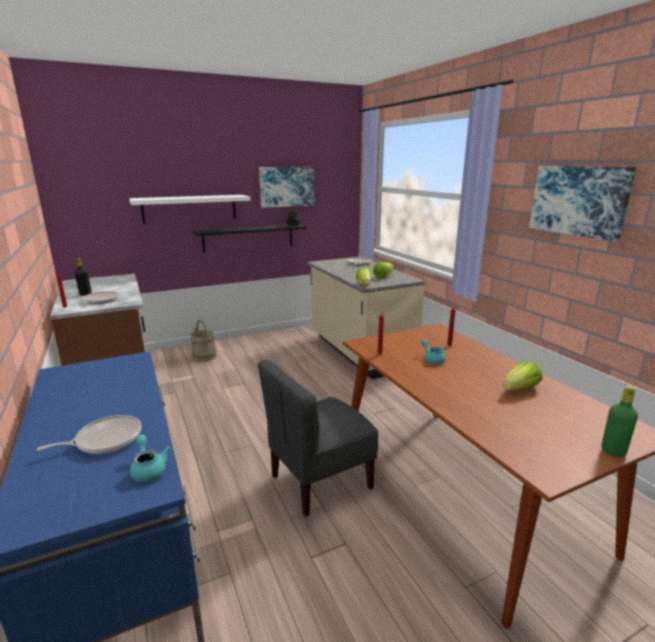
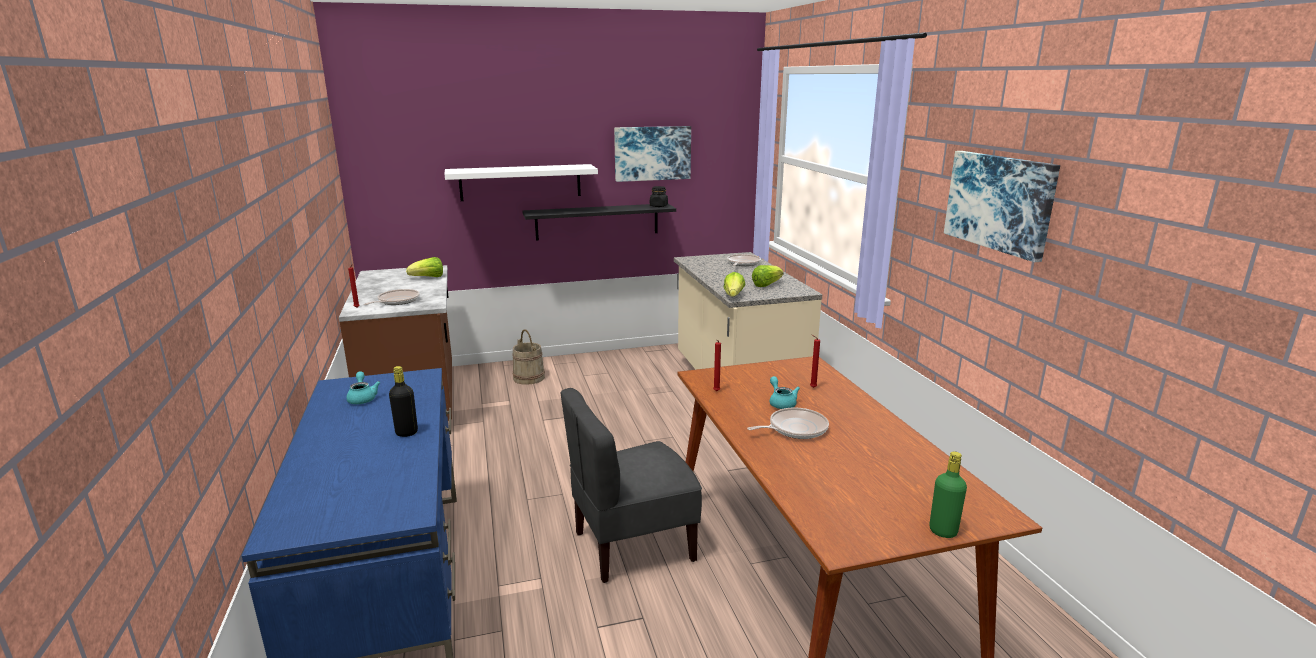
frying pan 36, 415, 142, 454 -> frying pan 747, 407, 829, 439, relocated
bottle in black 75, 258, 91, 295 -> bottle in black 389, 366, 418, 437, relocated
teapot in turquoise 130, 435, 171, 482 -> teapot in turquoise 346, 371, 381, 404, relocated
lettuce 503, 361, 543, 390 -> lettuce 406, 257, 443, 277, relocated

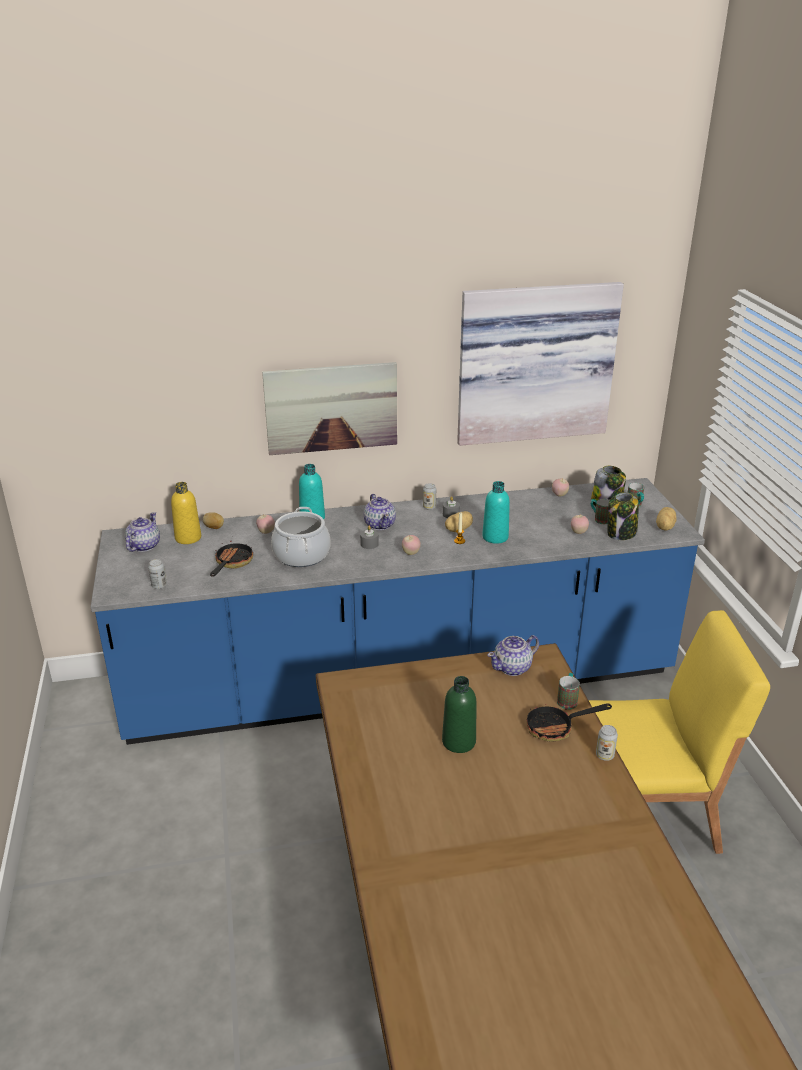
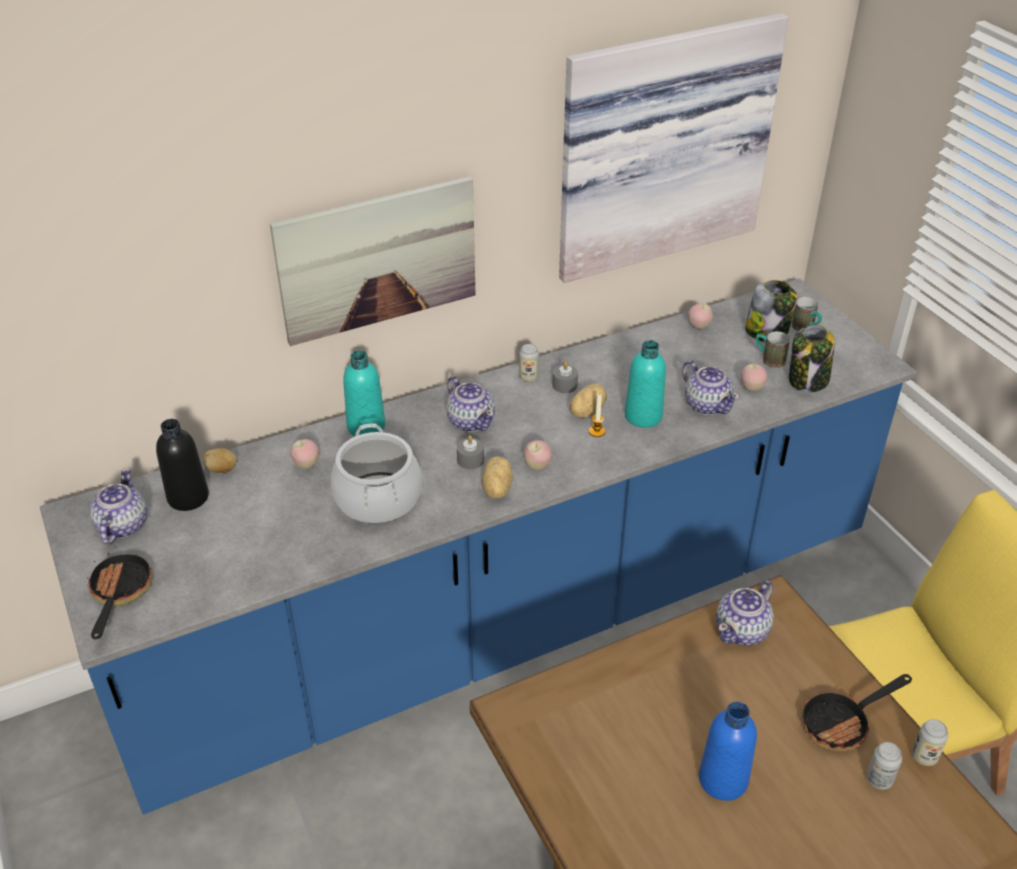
mug 557, 673, 580, 710 -> none
none -> teapot 682, 361, 740, 415
can 148, 559, 167, 589 -> can 866, 742, 902, 790, relocated
frying pan 210, 541, 253, 576 -> frying pan 87, 553, 152, 639, relocated
potato 656, 507, 676, 531 -> potato 482, 456, 513, 498, relocated
bottle in yellow 171, 482, 201, 544 -> bottle in black 156, 419, 209, 511
bottle in green 442, 676, 476, 753 -> bottle in blue 699, 701, 757, 801

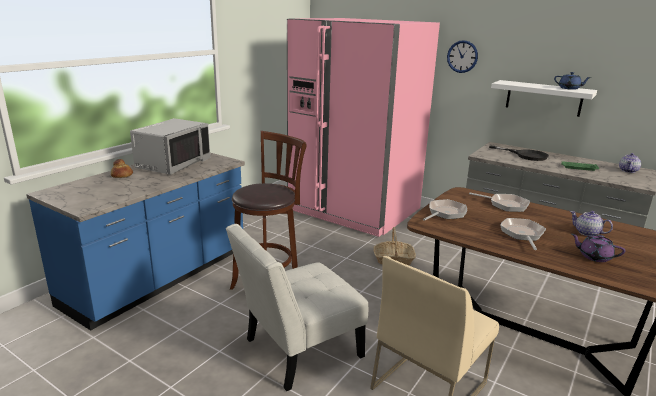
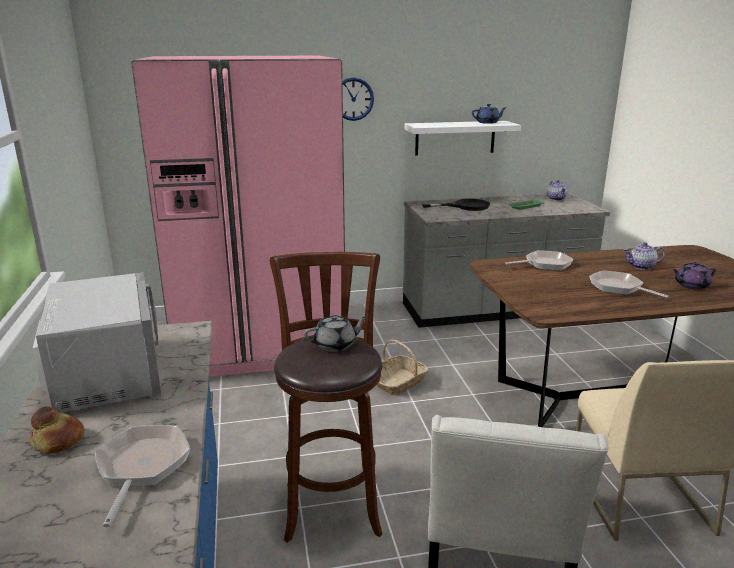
none -> teapot in grey 304, 315, 367, 352
frying pan 423, 199, 467, 221 -> frying pan 95, 425, 190, 527, relocated

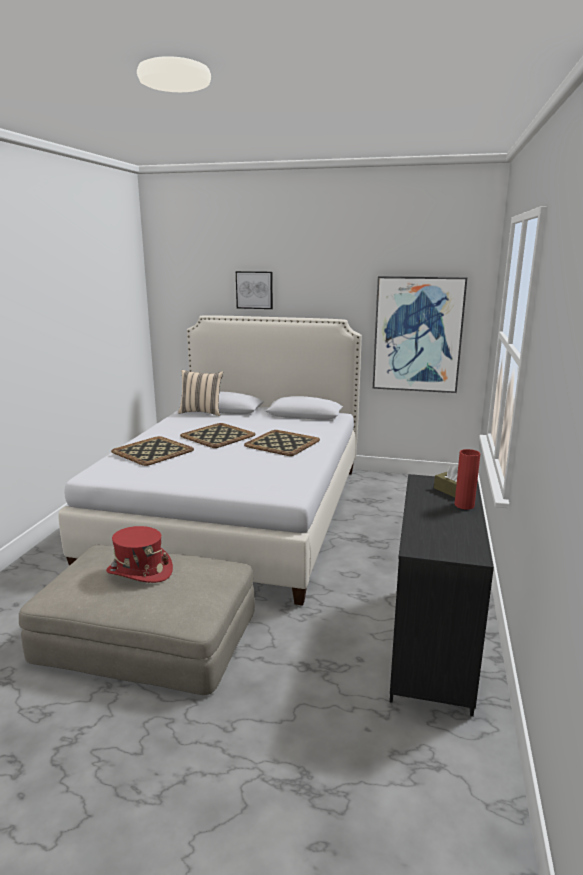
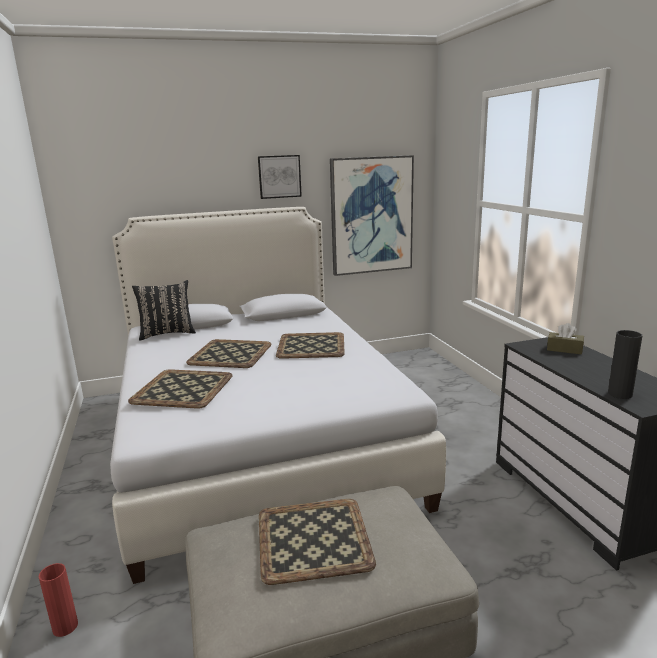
none -> vase in black 608, 330, 642, 399
picture 236, 271, 273, 309 -> picture 258, 155, 302, 199, relocated
vase in red 455, 449, 480, 509 -> vase in red 38, 563, 78, 637, relocated
hat in red 106, 526, 173, 583 -> tray 259, 499, 376, 585
pillow in beige 178, 370, 223, 416 -> pillow in black 132, 280, 196, 341

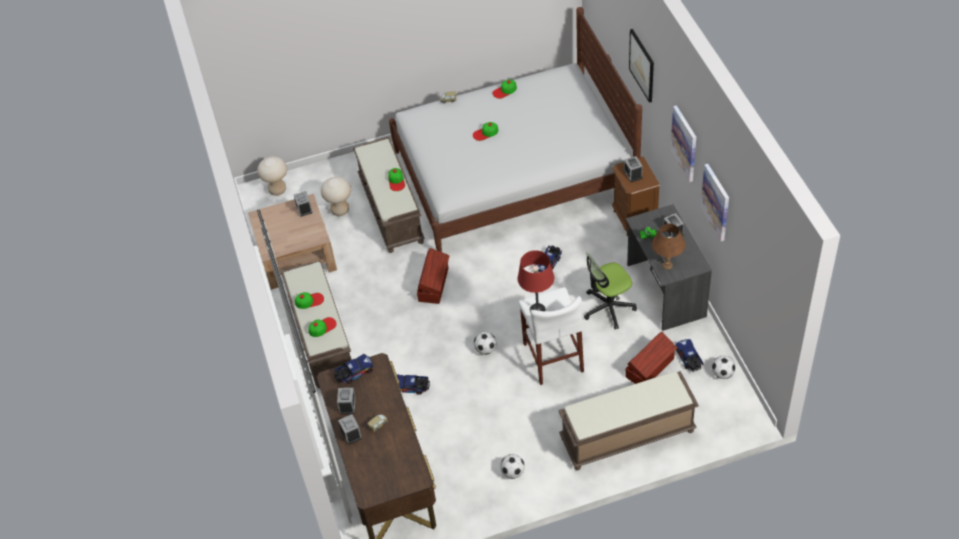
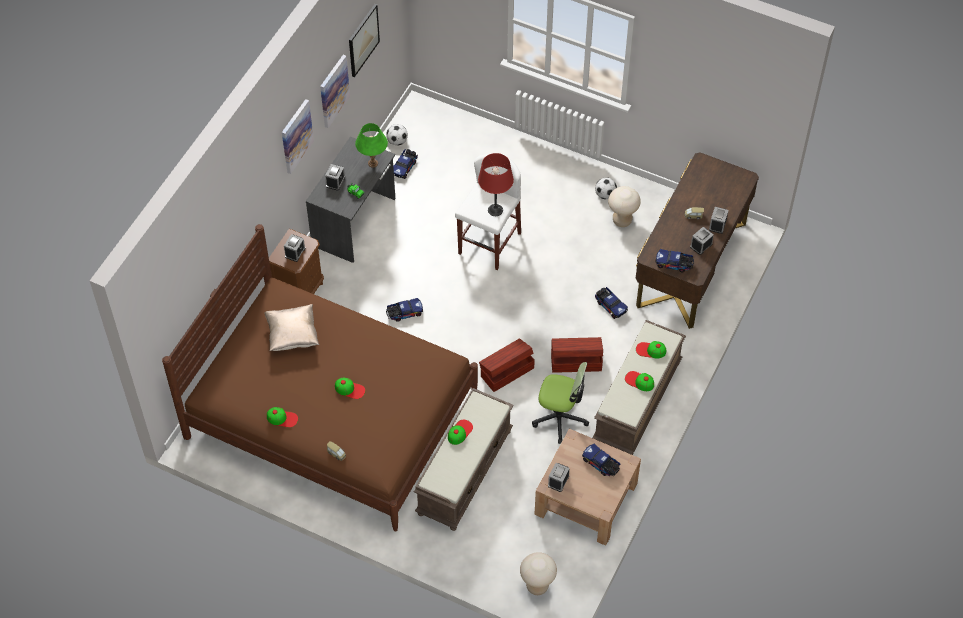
football 474, 332, 496, 355 -> none
bench in brown 558, 371, 699, 470 -> none
none -> pillow in beige 265, 304, 319, 351
none -> toy truck 582, 444, 620, 476
stool in beige 321, 177, 351, 216 -> stool in beige 608, 186, 641, 227, relocated
office chair 584, 252, 637, 329 -> office chair 532, 362, 589, 444, relocated
storage box in brown 625, 331, 677, 384 -> storage box in brown 551, 337, 603, 373, relocated
picture 629, 29, 654, 103 -> picture 349, 4, 380, 77, relocated
bed in white 389, 7, 642, 252 -> bed in brown 162, 224, 478, 531
table lamp in brown 652, 224, 686, 270 -> table lamp in green 355, 123, 388, 168

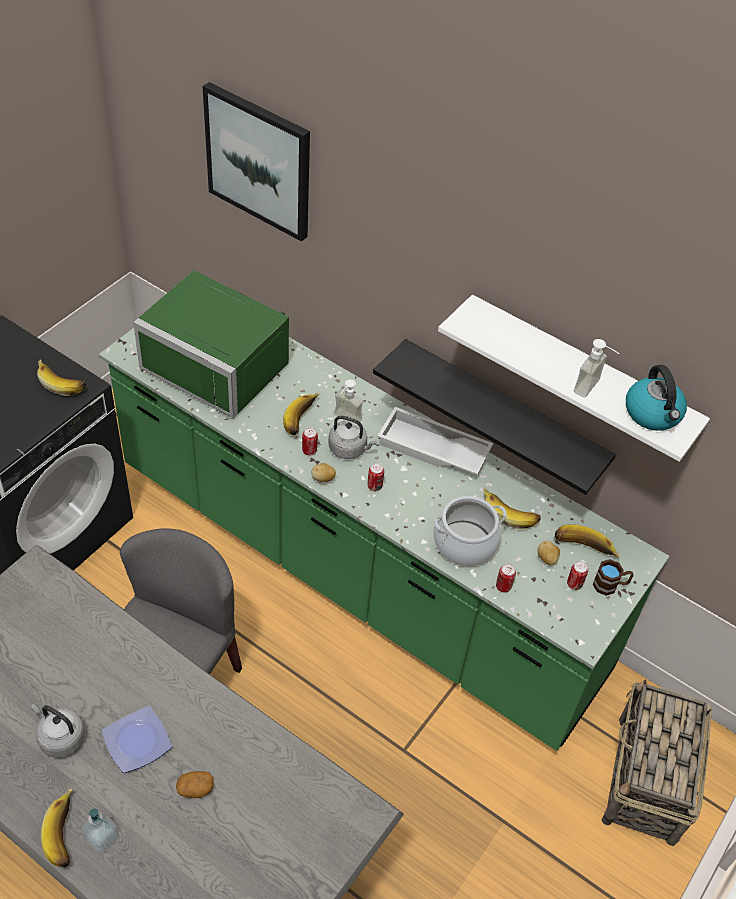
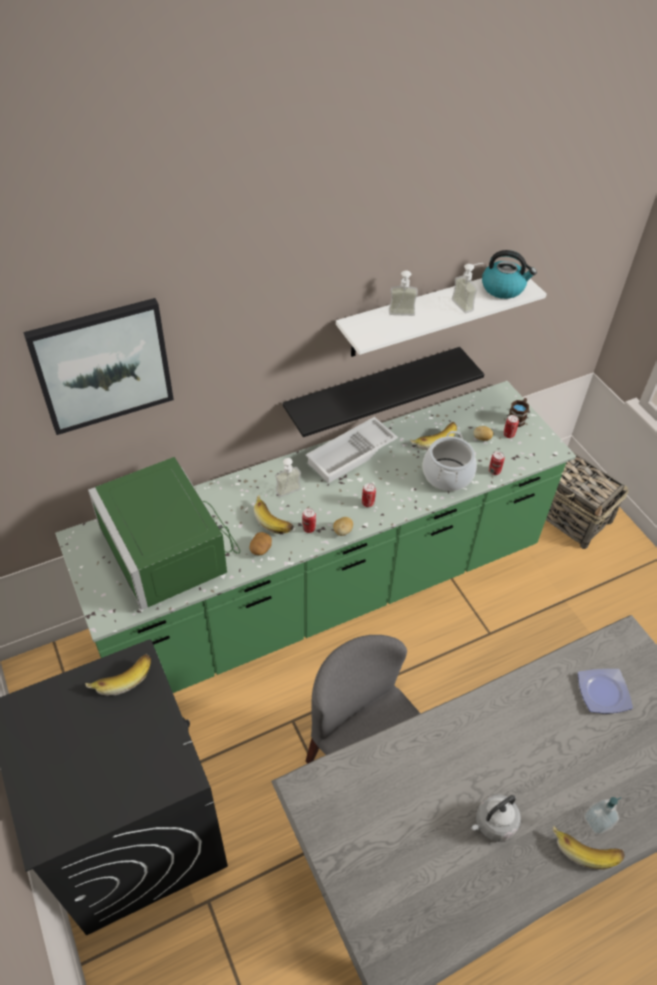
kettle in grey 328, 416, 376, 459 -> none
banana 555, 524, 620, 558 -> none
none -> soap dispenser 389, 270, 418, 316
plate 101, 706, 172, 773 -> plate 578, 669, 633, 714, relocated
potato 176, 771, 214, 798 -> potato 249, 532, 272, 556, relocated
microwave in green 133, 270, 289, 418 -> microwave in green 88, 457, 240, 610, 90 degrees clockwise

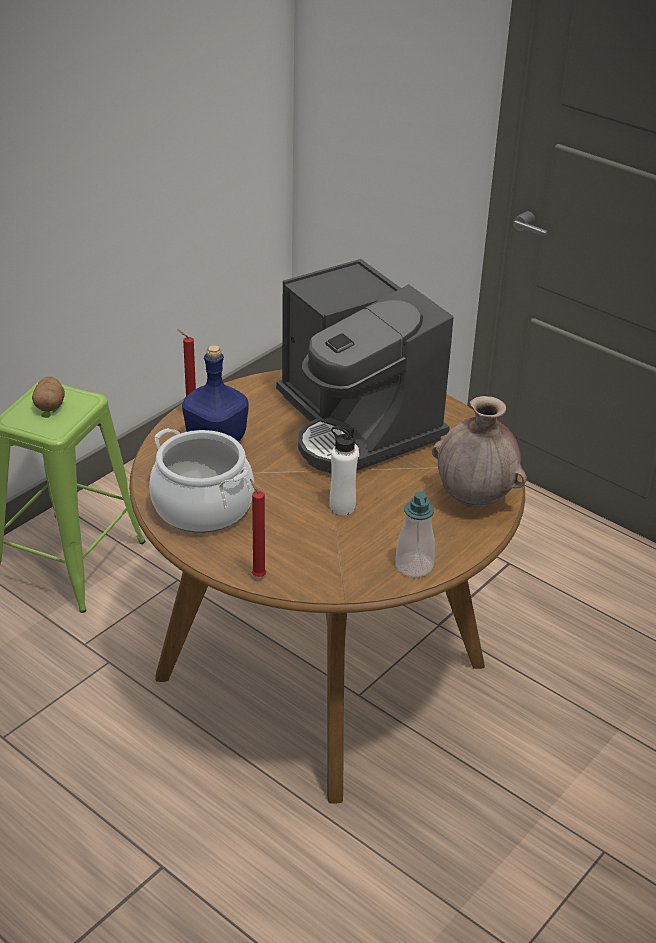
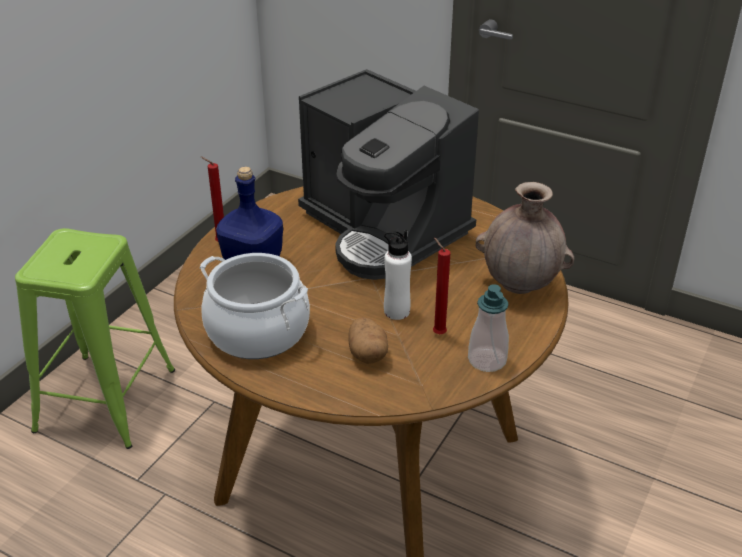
potato 32, 377, 65, 411 -> potato 348, 317, 388, 364, relocated
candle in red 250, 479, 266, 577 -> candle in red 433, 238, 450, 334, relocated

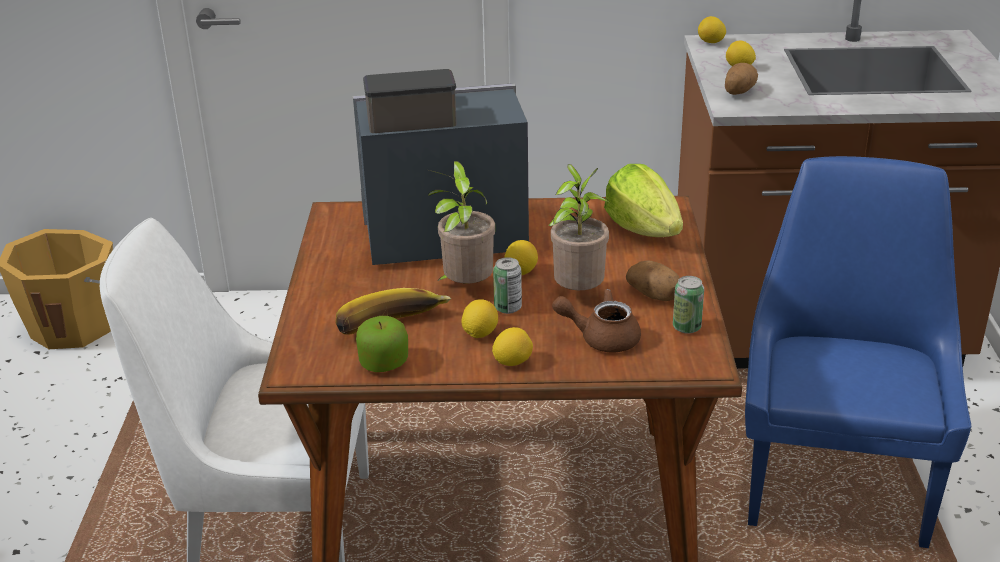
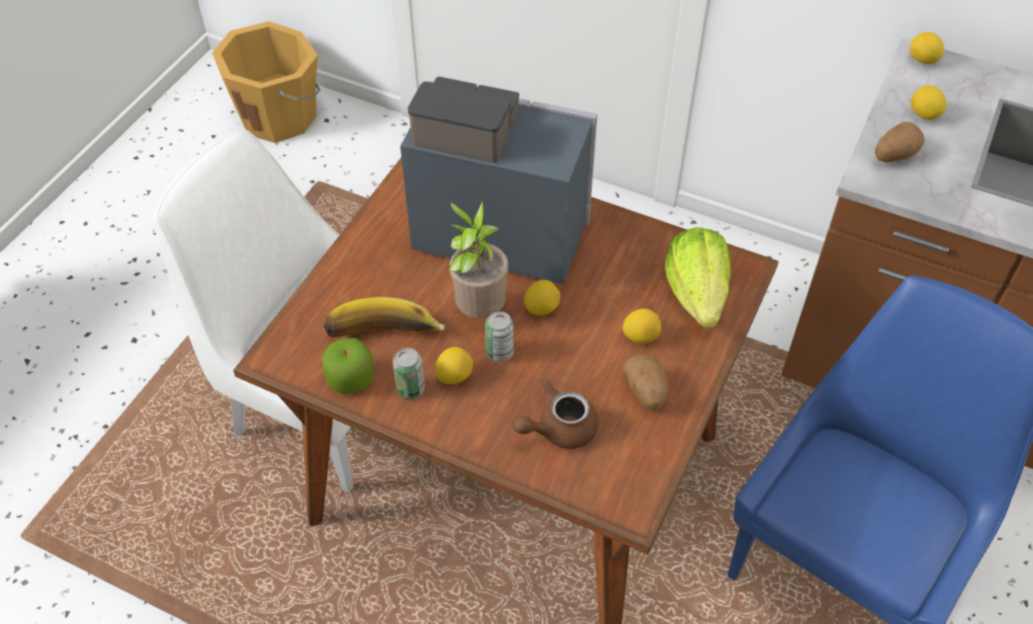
potted plant 549, 164, 609, 290 -> none
lemon 492, 327, 533, 366 -> lemon 623, 309, 661, 343, relocated
can 673, 276, 704, 334 -> can 392, 348, 425, 399, relocated
teapot in brown 552, 289, 641, 352 -> teapot in brown 513, 379, 599, 449, 60 degrees counterclockwise

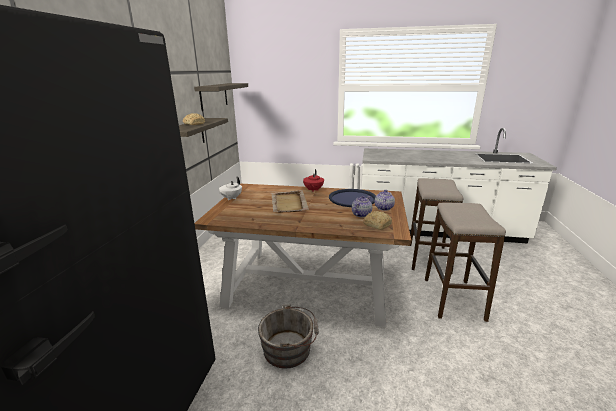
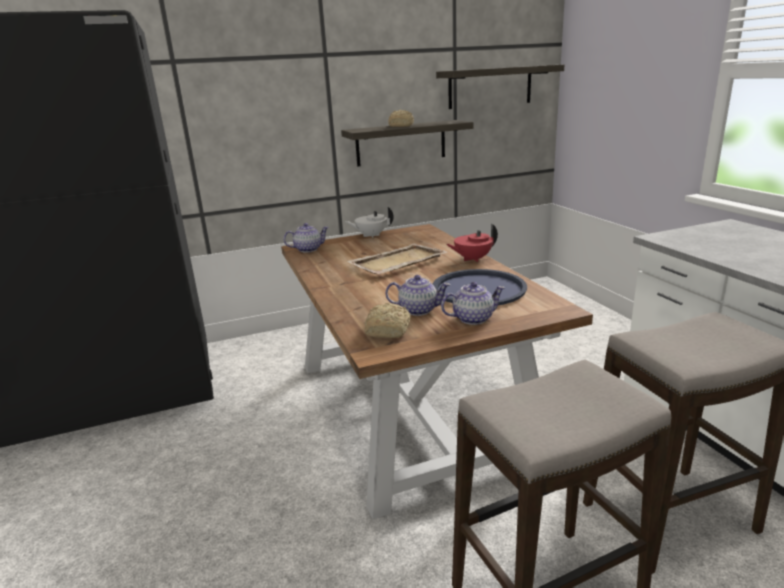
bucket in grey 258, 304, 319, 368 -> none
none -> teapot 284, 223, 329, 253

